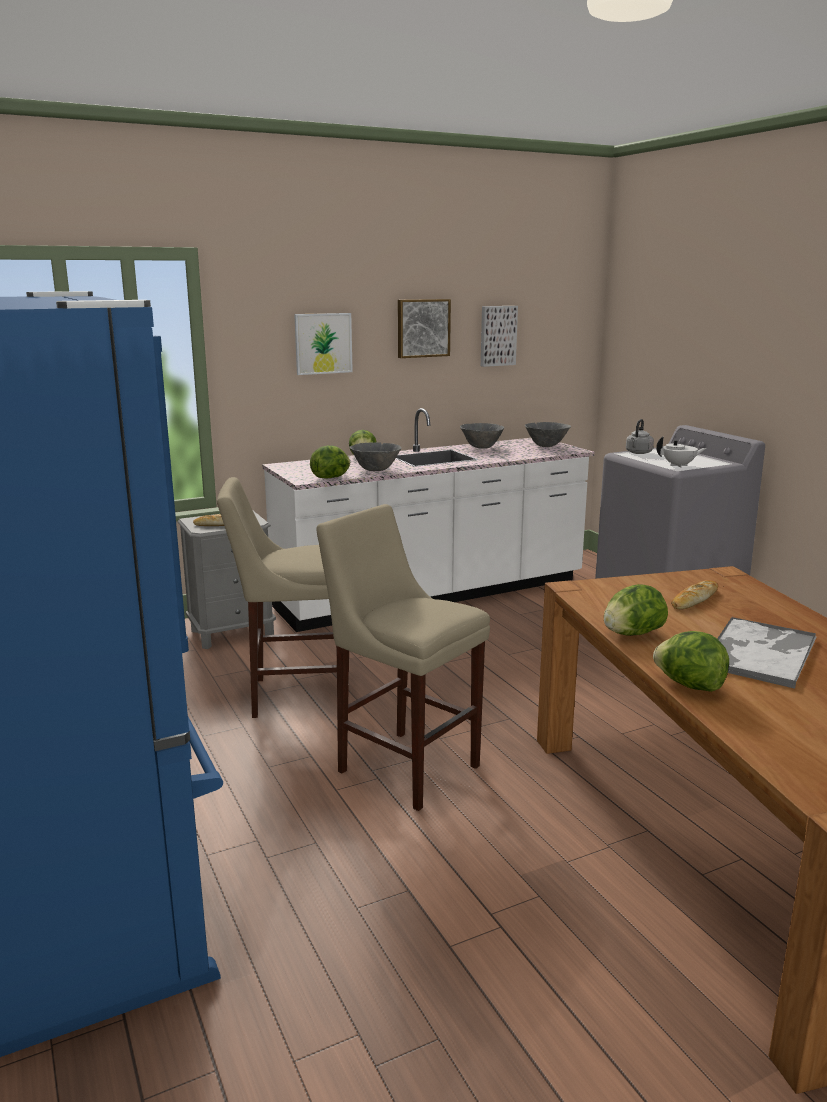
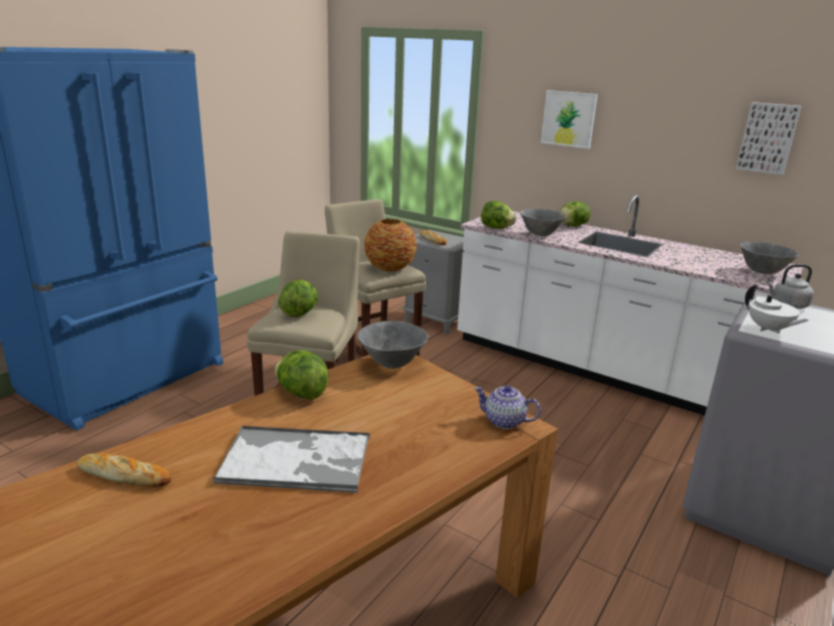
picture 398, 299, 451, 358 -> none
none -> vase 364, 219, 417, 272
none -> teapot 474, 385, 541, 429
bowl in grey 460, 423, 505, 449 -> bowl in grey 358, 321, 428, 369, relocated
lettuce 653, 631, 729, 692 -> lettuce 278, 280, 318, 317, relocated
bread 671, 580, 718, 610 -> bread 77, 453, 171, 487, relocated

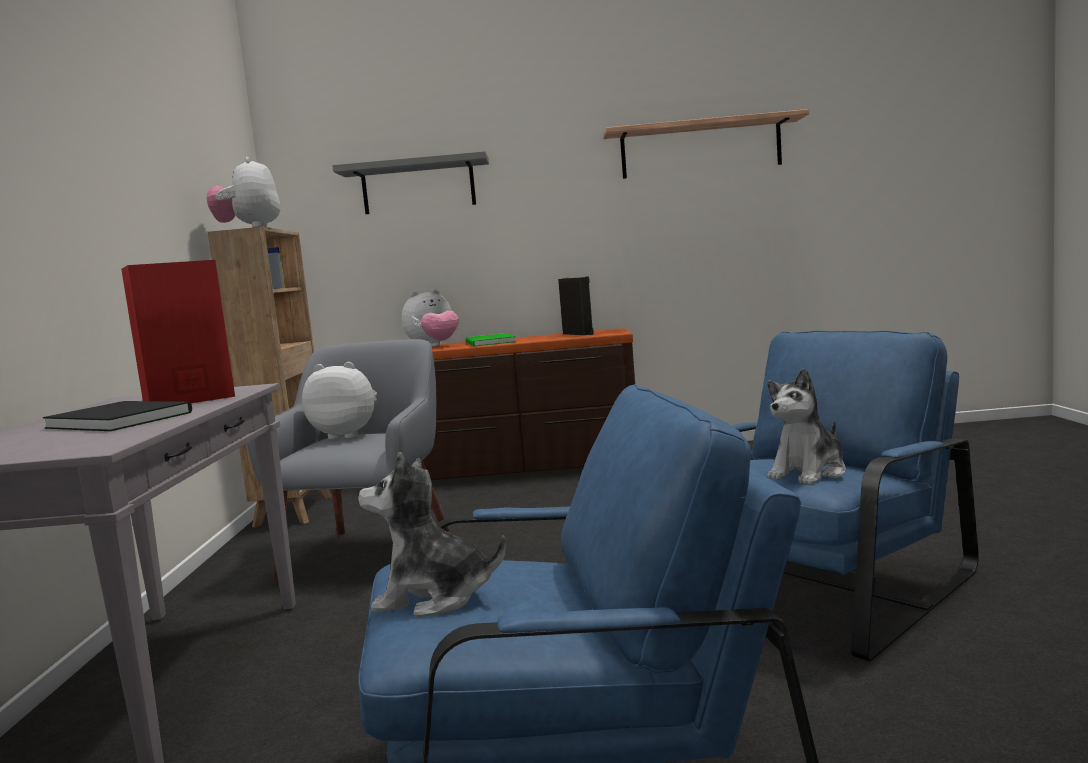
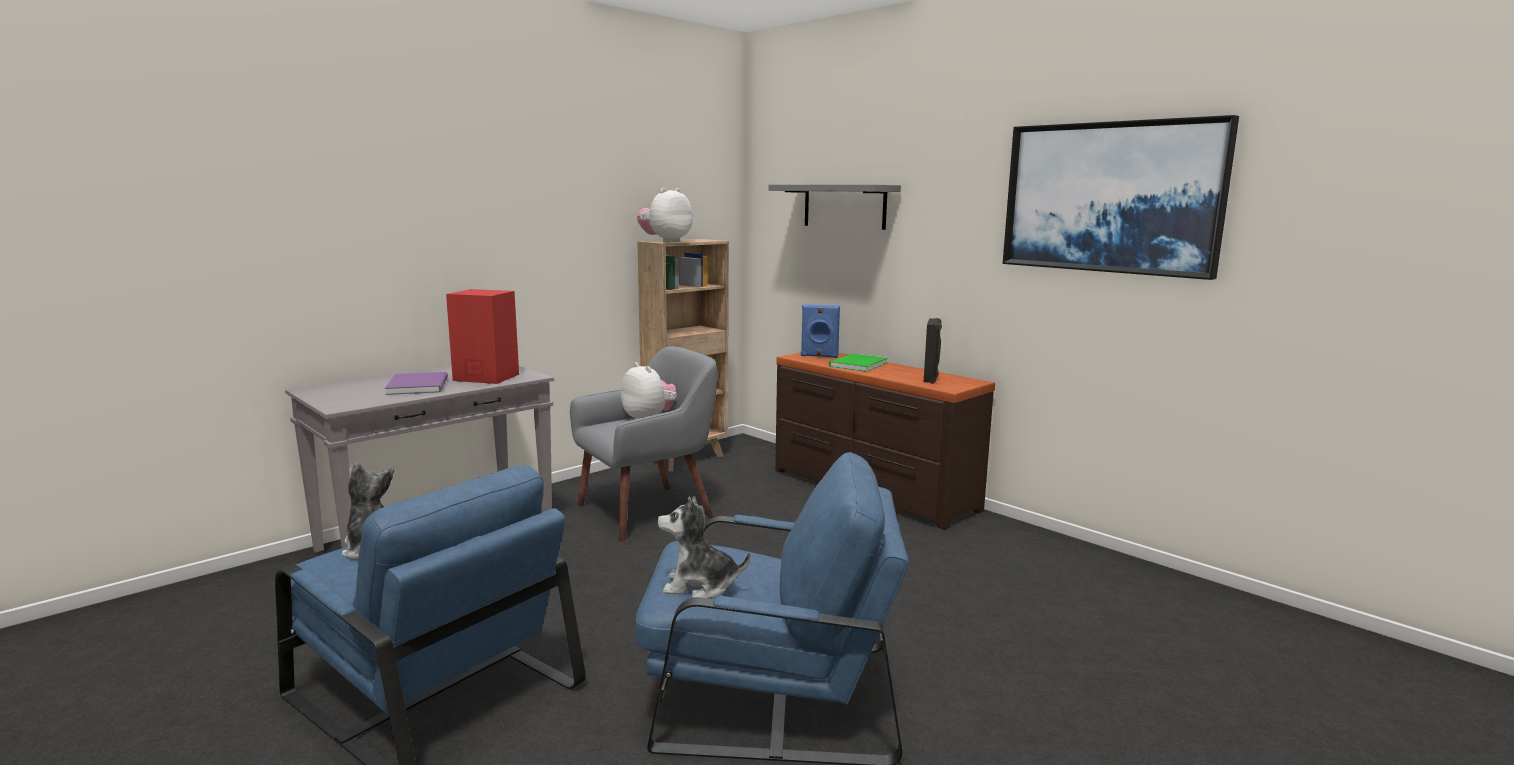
plush toy 402, 289, 459, 347 -> speaker in blue 801, 304, 840, 358
shelf 603, 109, 809, 179 -> picture 1003, 115, 1239, 280
book in black 43, 401, 192, 431 -> book in purple 385, 372, 448, 395

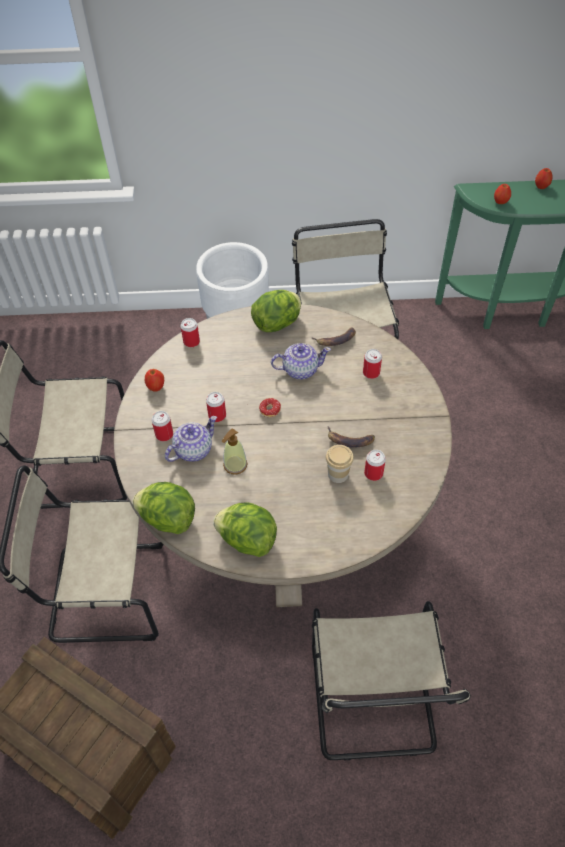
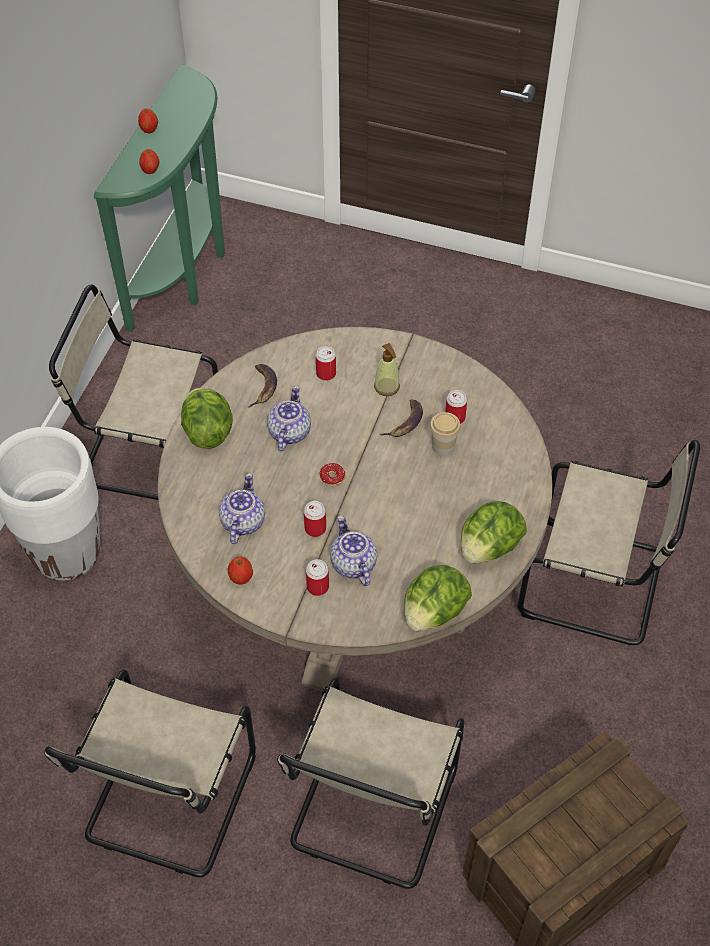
can 181, 318, 200, 347 -> none
none -> teapot 219, 473, 265, 544
soap dispenser 222, 428, 247, 475 -> soap dispenser 374, 343, 400, 396, relocated

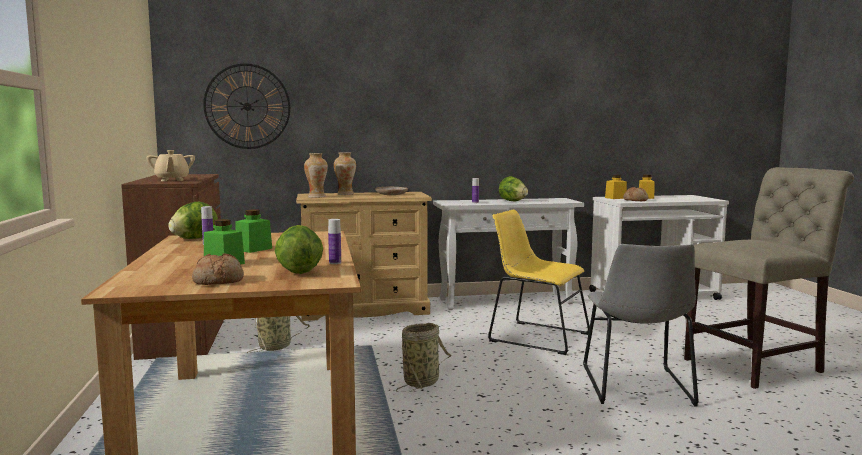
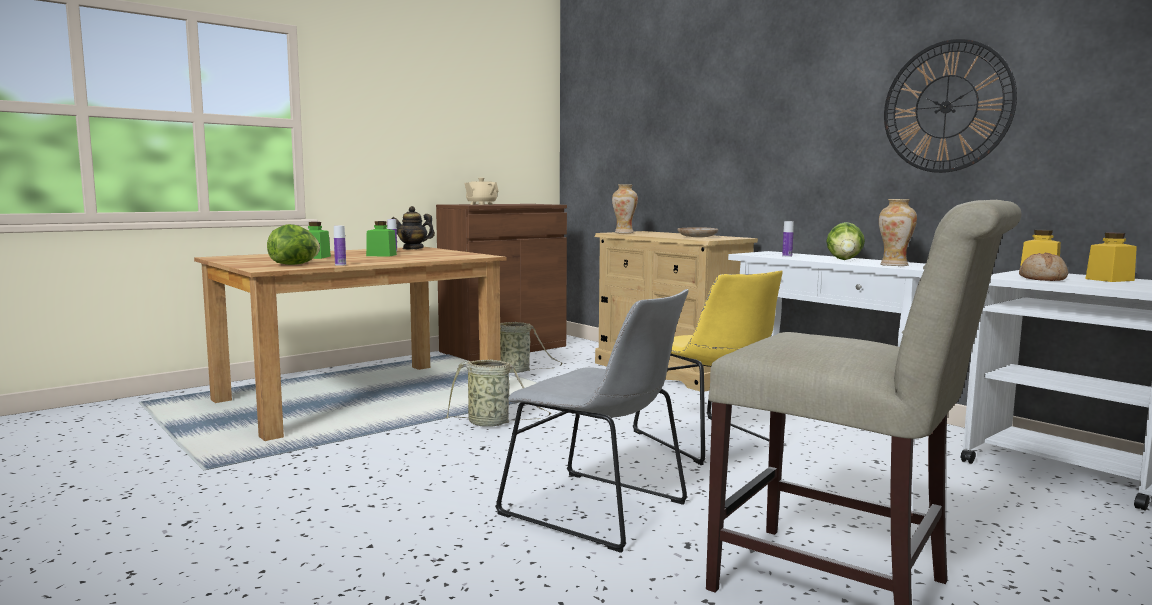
bread 192, 253, 244, 285 -> none
wall clock 203, 63, 290, 149 -> wall clock 884, 39, 1017, 173, relocated
vase 334, 152, 356, 195 -> vase 879, 199, 917, 266, relocated
lettuce 168, 202, 218, 239 -> teapot 392, 206, 435, 249
chair in yellow 488, 210, 590, 355 -> chair in yellow 633, 270, 783, 465, 150 degrees clockwise
chair in grey 583, 244, 699, 406 -> chair in grey 495, 289, 689, 553, 120 degrees counterclockwise

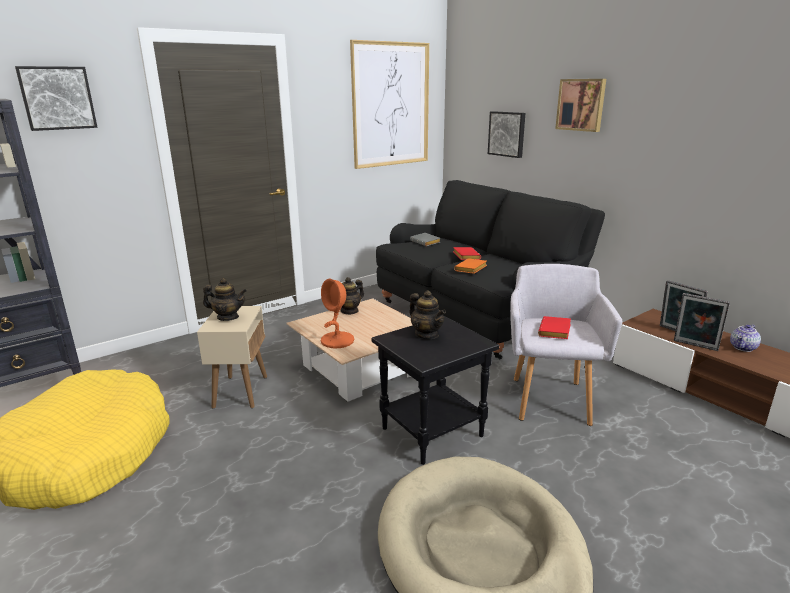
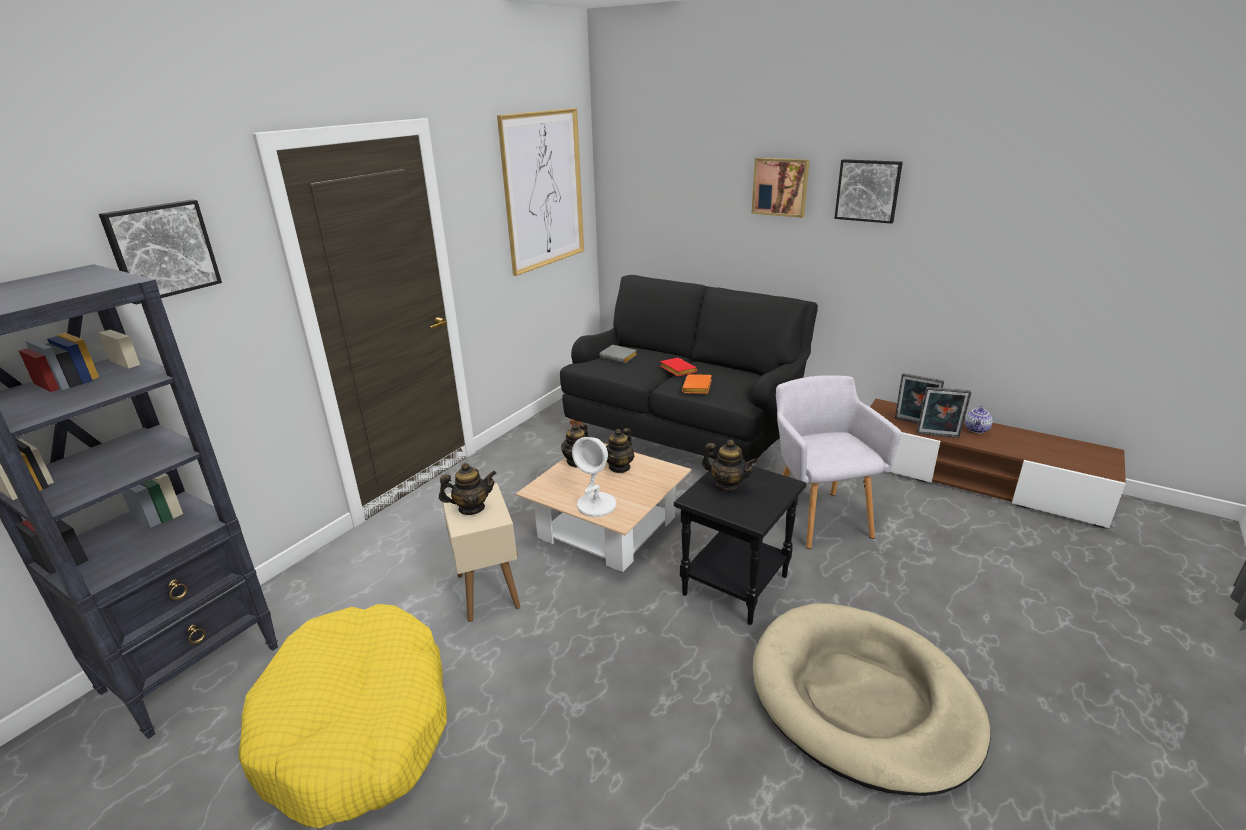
book in red 538, 316, 571, 339 -> none
none -> teapot 606, 428, 634, 473
picture 488, 111, 525, 158 -> picture 834, 159, 903, 224, relocated
table lamp in orange 321, 279, 354, 348 -> table lamp in white 572, 437, 617, 517

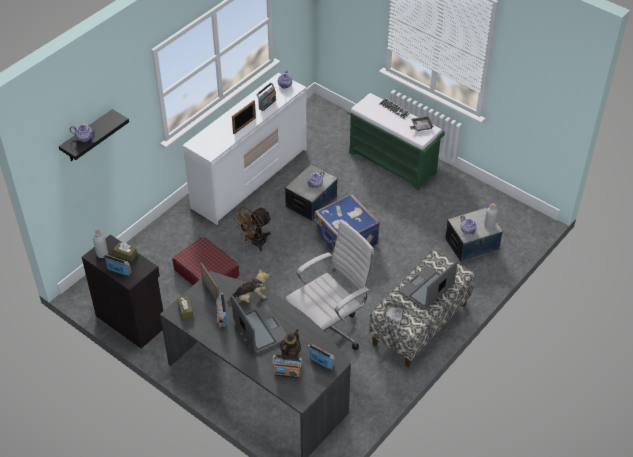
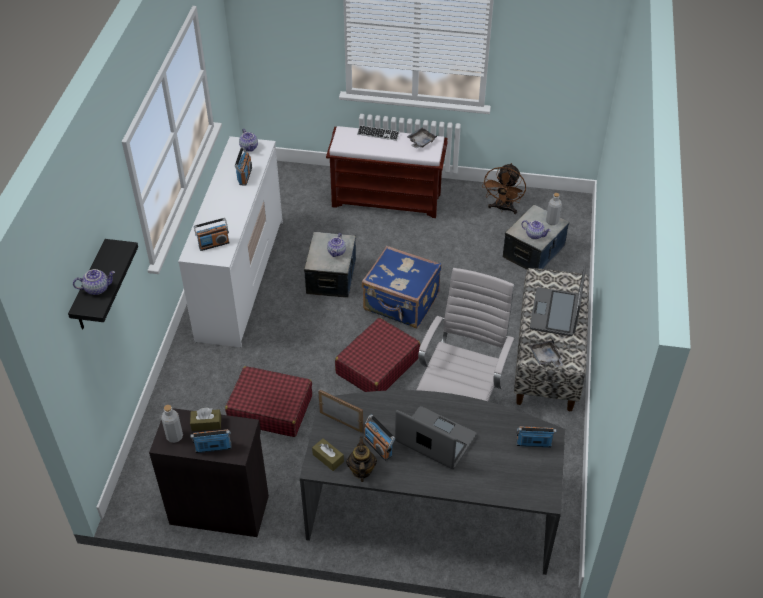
plush toy 227, 268, 269, 304 -> none
picture frame 232, 100, 256, 134 -> none
none -> suitcase in red 335, 318, 420, 392
fan in brown 233, 207, 272, 251 -> fan in brown 482, 163, 526, 214, relocated
radio 272, 354, 302, 378 -> radio 194, 218, 229, 251, relocated
teapot 280, 329, 301, 359 -> teapot 347, 437, 377, 482, relocated
bench in green 348, 93, 445, 191 -> bench in brown 326, 126, 448, 218

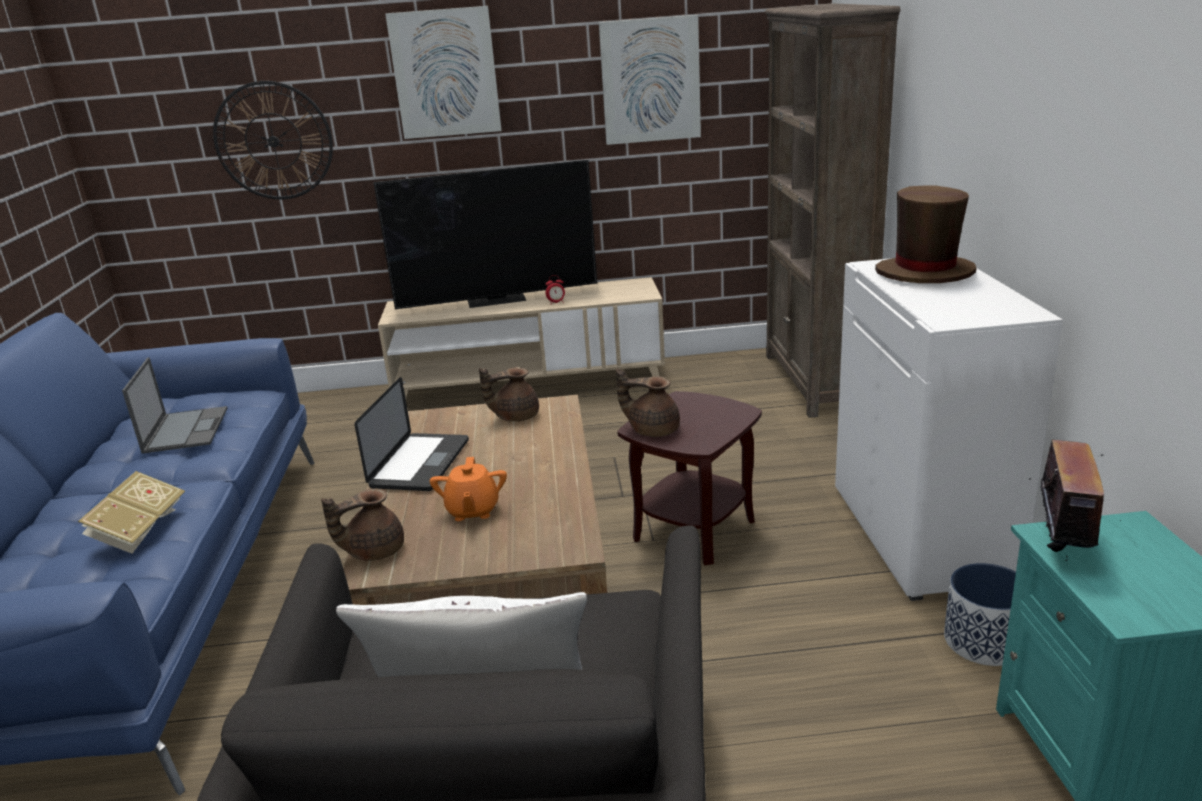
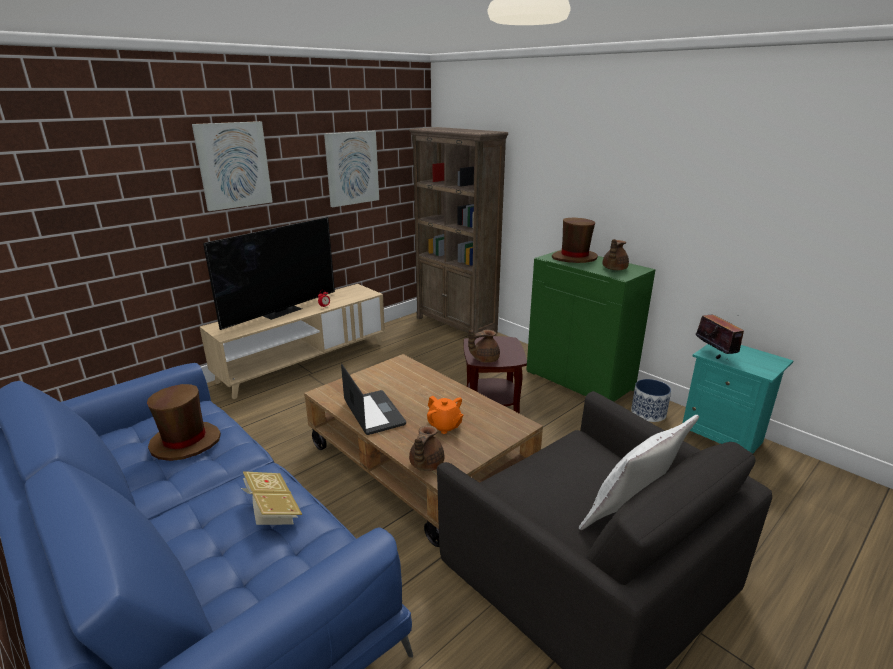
wall clock 213, 81, 333, 200 -> none
teapot in brown 479, 367, 539, 422 -> teapot in brown 602, 239, 629, 270, relocated
laptop 122, 357, 228, 454 -> hat in brown 147, 384, 221, 461
cabinet in white 835, 258, 1063, 601 -> cabinet in green 526, 250, 656, 402

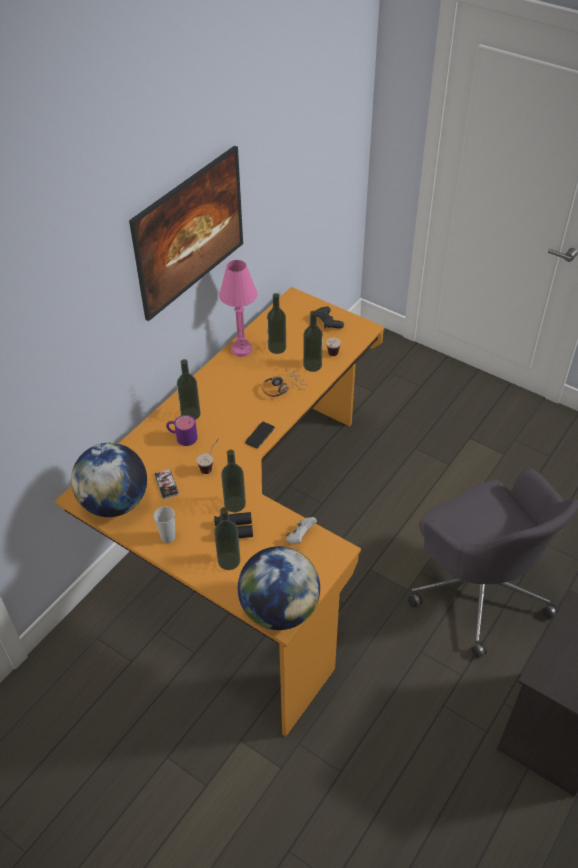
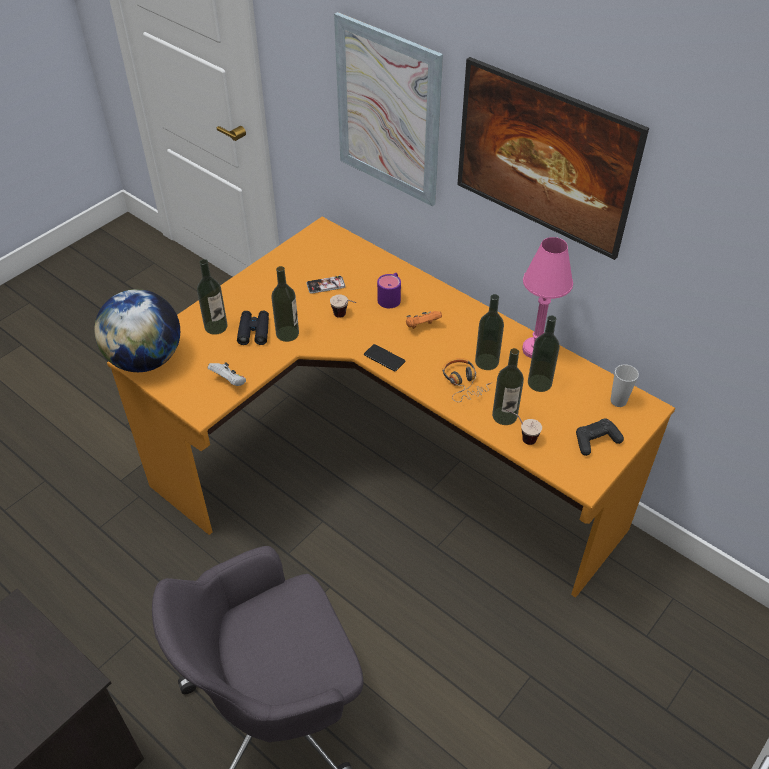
globe 71, 443, 147, 517 -> none
none -> picture 334, 12, 443, 206
none -> game controller in orange 406, 311, 442, 329
cup 154, 506, 175, 543 -> cup 610, 365, 639, 407, relocated
bottle 177, 359, 201, 420 -> bottle 475, 294, 504, 370, relocated

